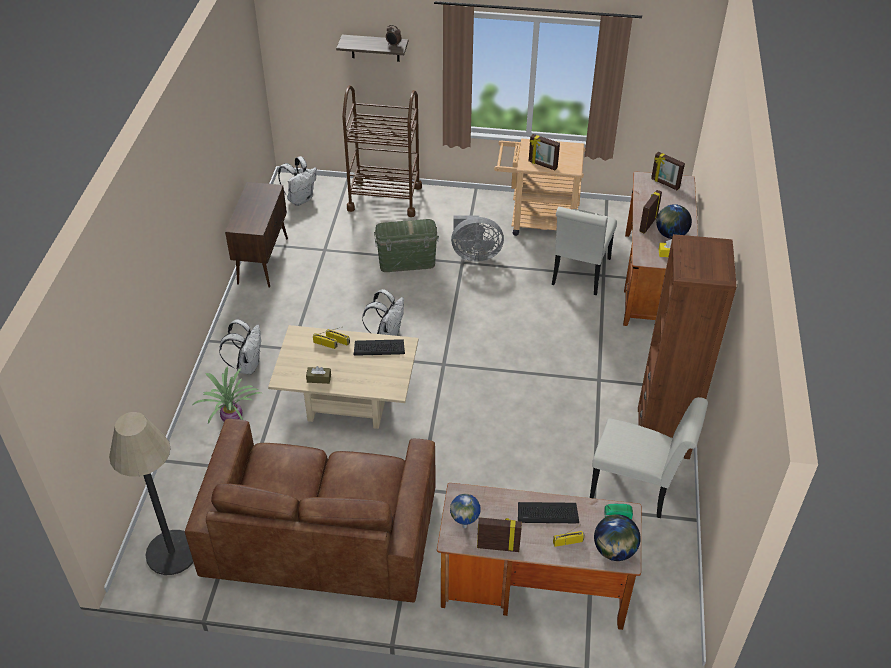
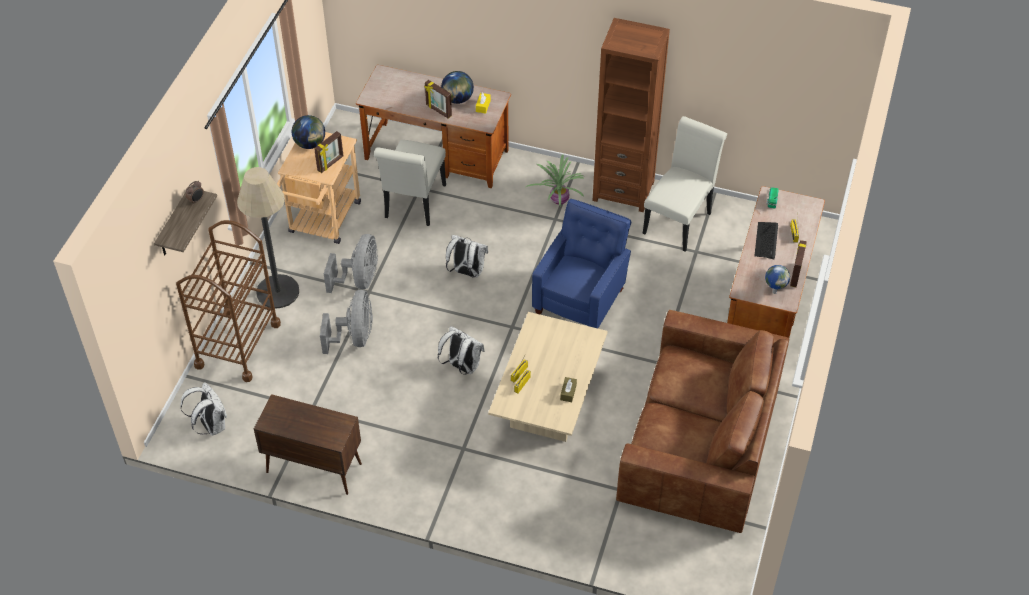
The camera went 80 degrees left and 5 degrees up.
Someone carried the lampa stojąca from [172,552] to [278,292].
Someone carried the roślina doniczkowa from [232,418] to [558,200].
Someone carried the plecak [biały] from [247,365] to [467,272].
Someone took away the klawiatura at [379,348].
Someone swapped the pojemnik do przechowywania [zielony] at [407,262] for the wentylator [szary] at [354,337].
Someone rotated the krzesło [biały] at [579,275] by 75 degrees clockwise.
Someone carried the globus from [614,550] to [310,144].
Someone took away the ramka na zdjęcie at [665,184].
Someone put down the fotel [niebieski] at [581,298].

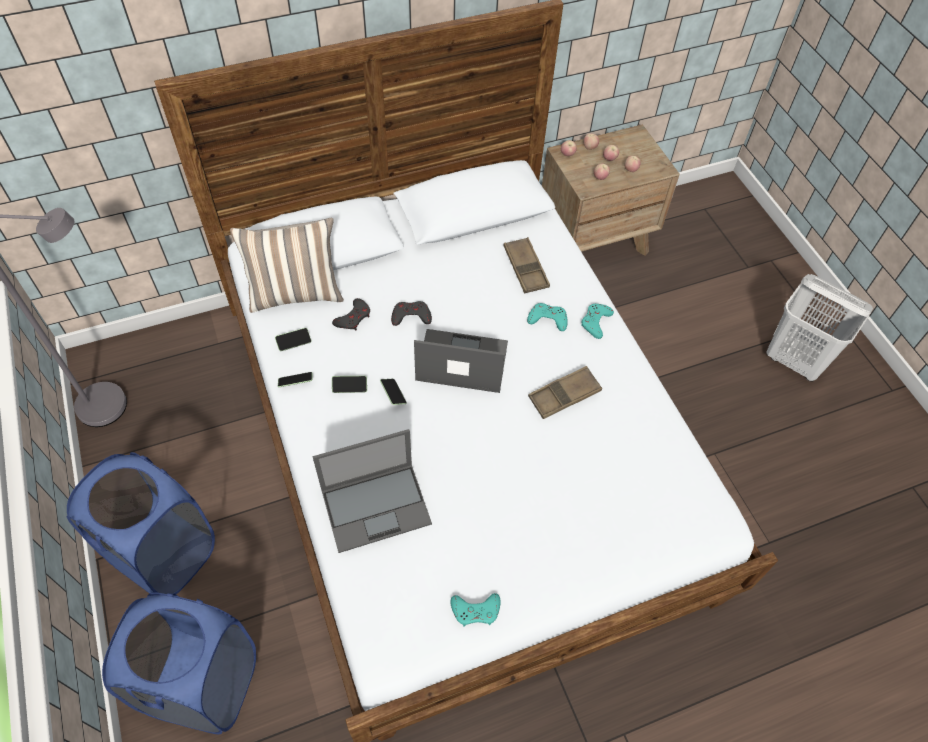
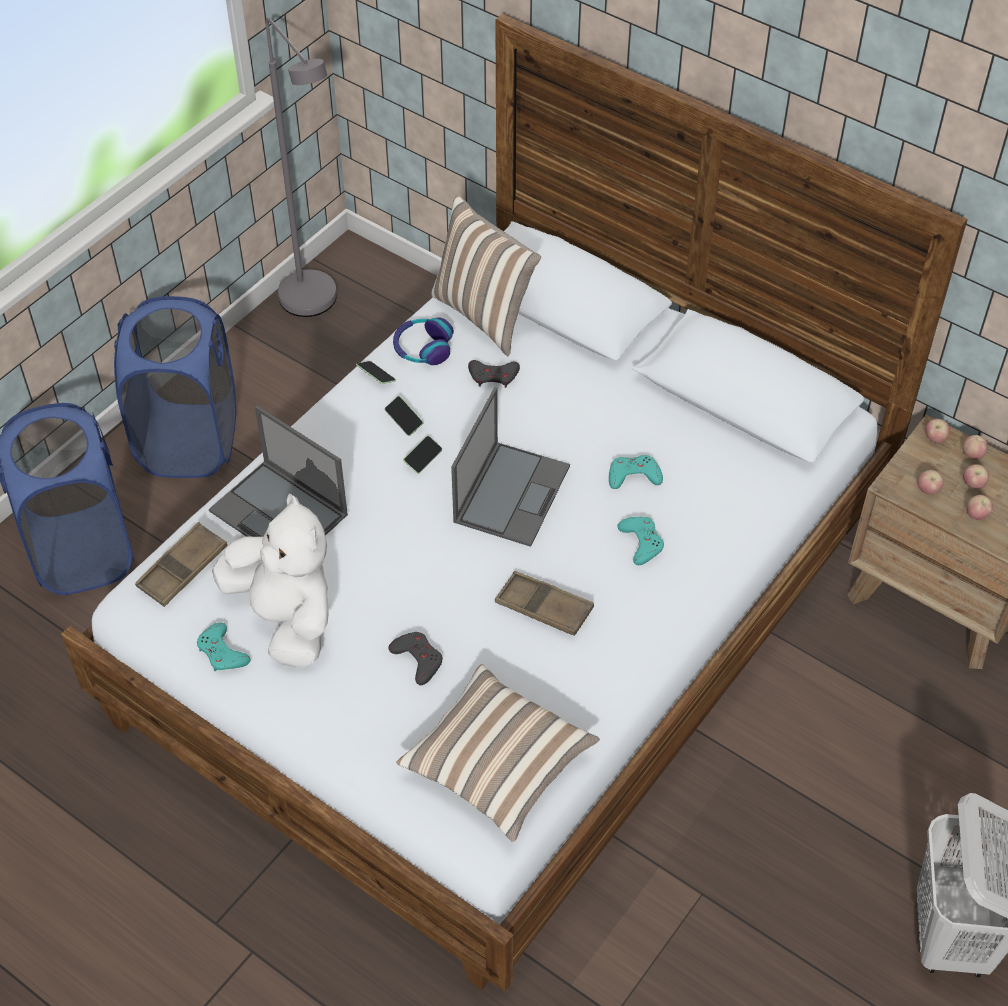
The camera went 60 degrees right and 5 degrees down.
Someone swapped the telefon at [294,342] for the słuchawki at [423,348].
Someone carried the pad do gier [szary] from [411,316] to [418,659].
Someone rotated the laptop at [460,361] by 45 degrees clockwise.
Someone carried the taca [brązowy] from [525,268] to [182,569].
Someone carried the pad do gier [turkusowy] from [595,322] to [633,476].
Someone put down the pluszak [biały] at [286,618].
Someone put down the poduszka at [497,766].

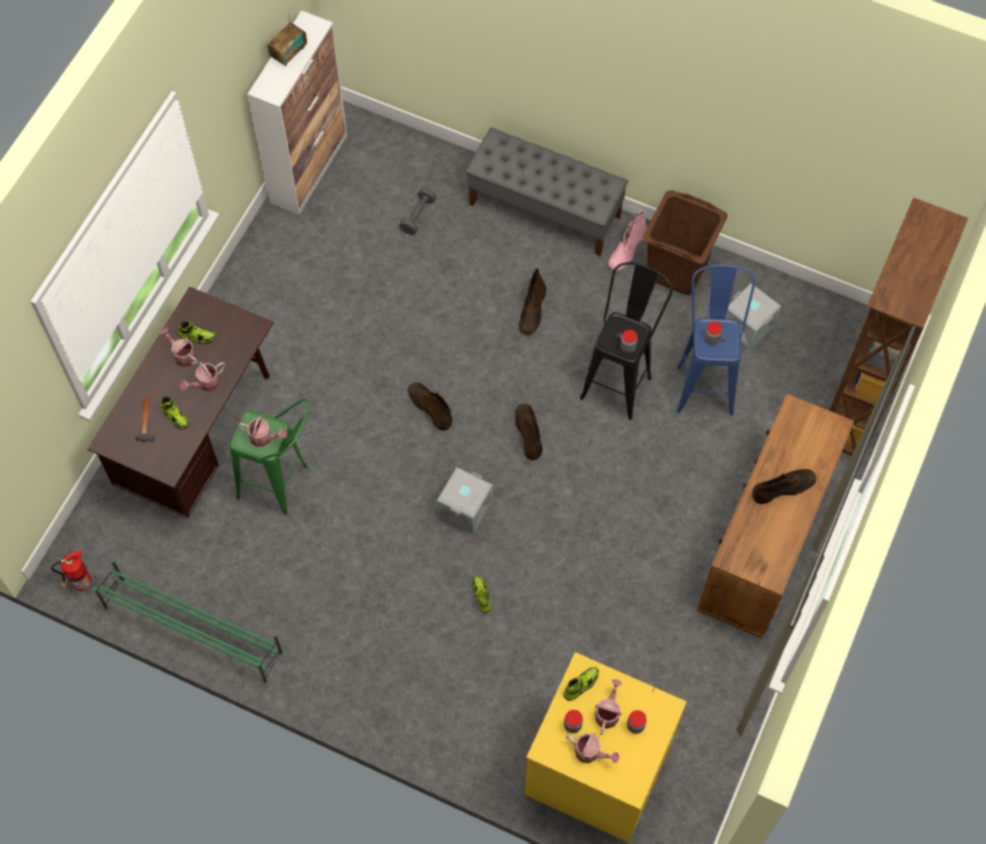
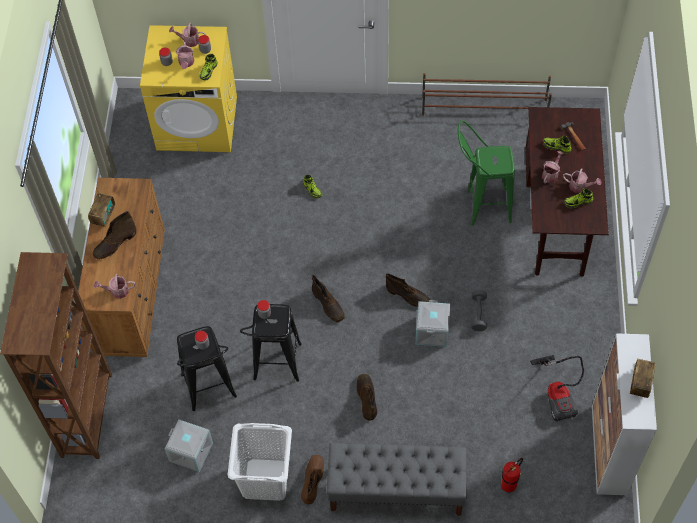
The camera went 160 degrees right and 5 degrees down.
Someone carried the gaśnica from [80,583] to [509,484].
Someone repainted the regał na buty [zielony] at [192,629], which became the regał na buty [brązowy] at [485,107].
Someone carried the konewka from [264,438] to [117,291].
Someone carried the hantel [szary] from [418,216] to [478,314].
Someone carried the pojemnik do przechowywania [szary] from [464,508] to [432,331].
Someone repainted the but z cholewką [różowy] at [627,251], which became the but z cholewką [brązowy] at [312,480].
Someone repainted the kosz na pranie [brązowy] at [677,269], which became the kosz na pranie [biały] at [265,480].
Someone repainted the stołek [niebieski] at [705,380], which became the stołek [czarny] at [211,394].
Someone put down the radio at [103,216].
Someone put down the odkurzacz at [558,394].

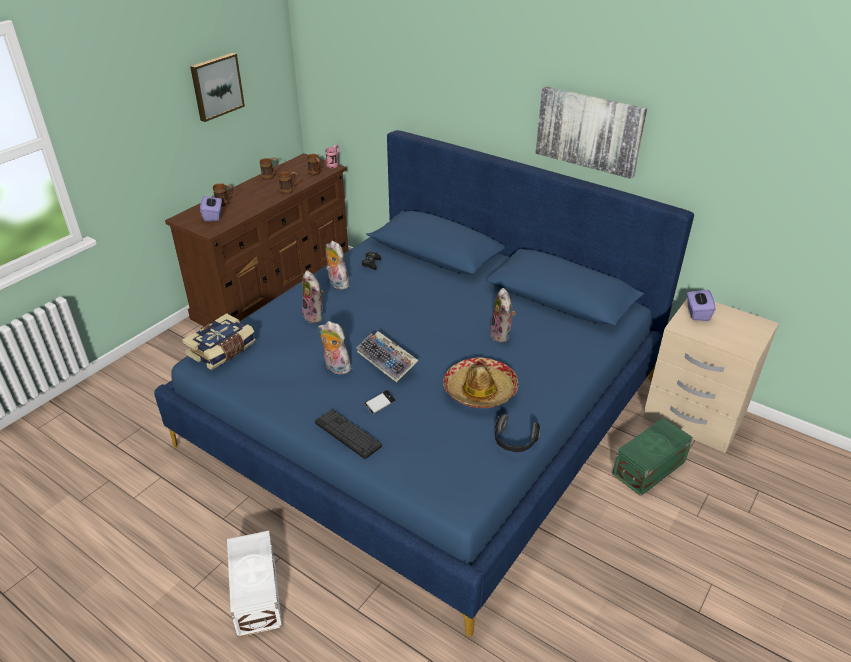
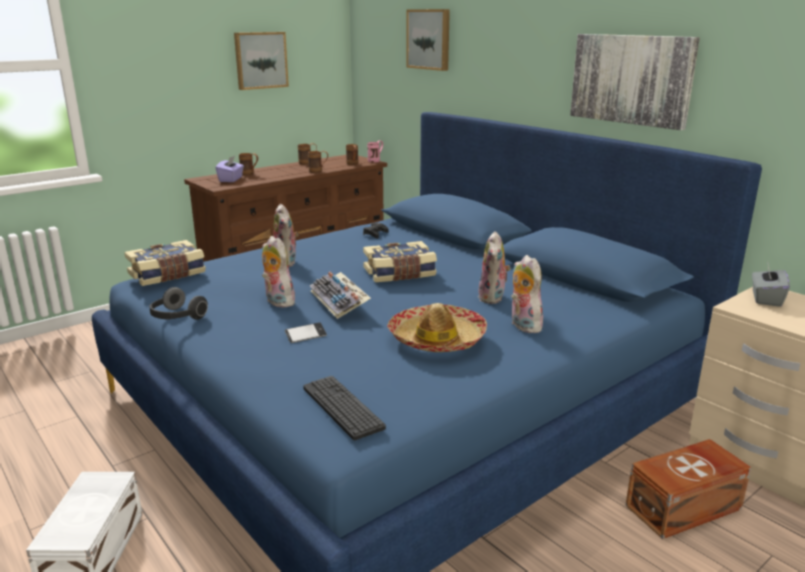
The camera went 15 degrees right and 15 degrees down.
Someone carried the klawiatura from [347,434] to [342,407].
Someone carried the pluszak from [337,283] to [522,325].
Someone carried the słuchawki from [514,442] to [177,317].
Someone repainted the pojemnik do przechowywania [zielony] at [650,468], which became the pojemnik do przechowywania [brązowy] at [685,508].
Someone repainted the pudełko chusteczek [fioletowy] at [697,313], which became the pudełko chusteczek [szary] at [765,298].
Someone put down the książka at [400,274].
Someone put up the obraz at [429,39].

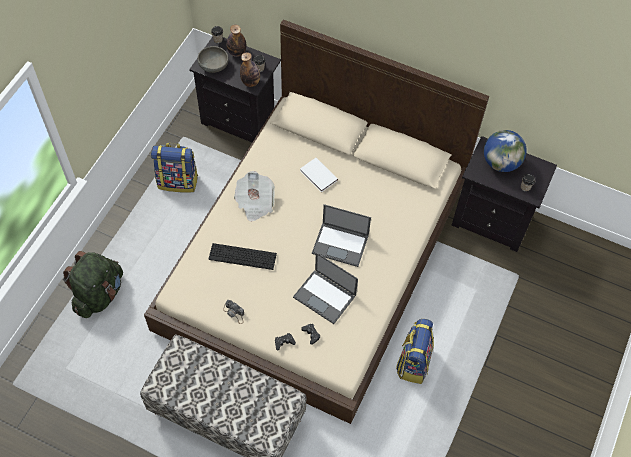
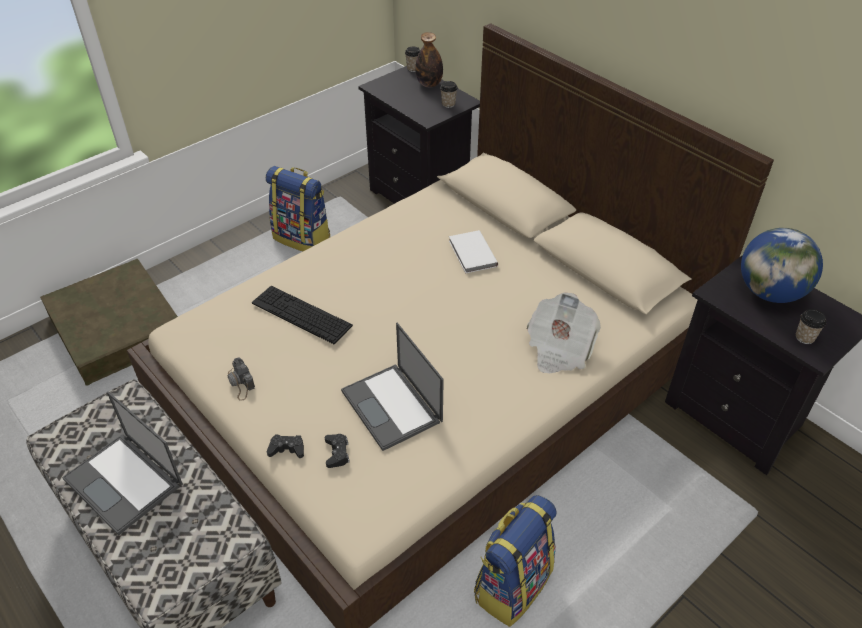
The camera went 25 degrees right and 15 degrees down.
Someone swapped the plecak [zielony] at [99,294] for the pojemnik do przechowywania [brązowy] at [117,329].
Someone took away the miska [szary] at [213,65].
Someone carried the gazeta from [255,203] to [559,348].
Someone took away the butelka at [250,82].
Someone carried the laptop from [341,244] to [124,482].

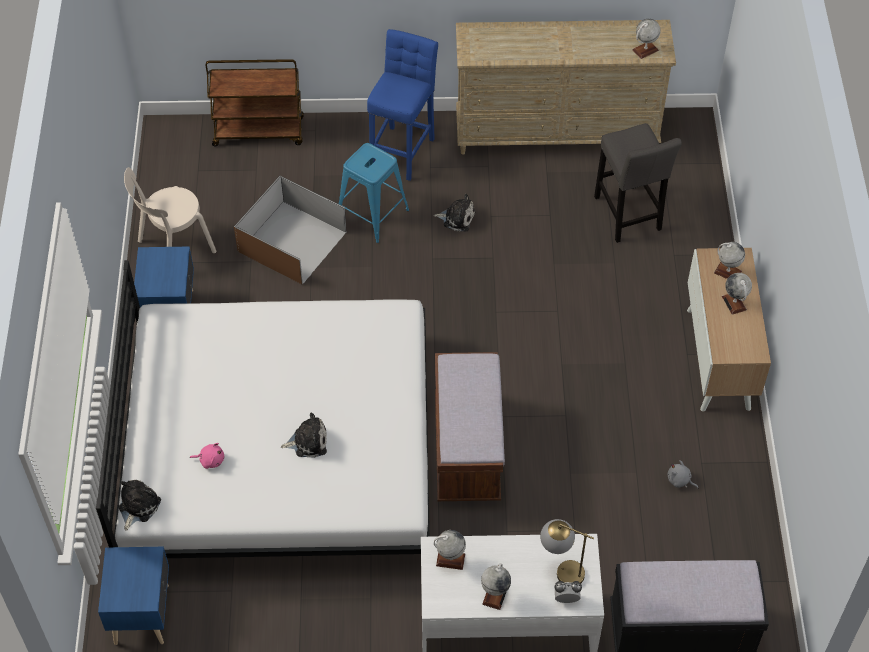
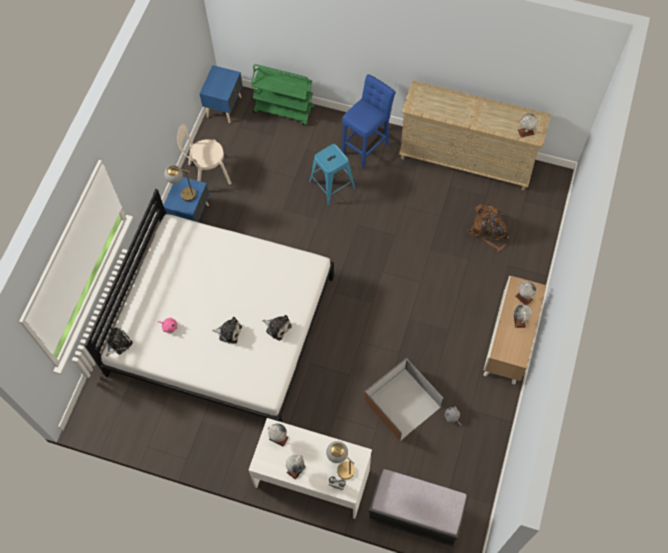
The camera went 20 degrees right and 10 degrees up.
Someone carried the szafka nocna [niebieski] from [143,613] to [225,106].
Someone repainted the wózek [brązowy] at [259,131], which became the wózek [zielony] at [284,110].
Someone carried the pojemnik do przechowywania [brązowy] from [291,242] to [401,404].
Someone carried the pluszak from [457,218] to [277,327].
Someone took away the ławka [brązowy] at [466,449].
Someone swapped the stołek [szary] at [628,216] for the plecak [brązowy] at [489,231].
Someone put down the lampa stołowa at [183,193].

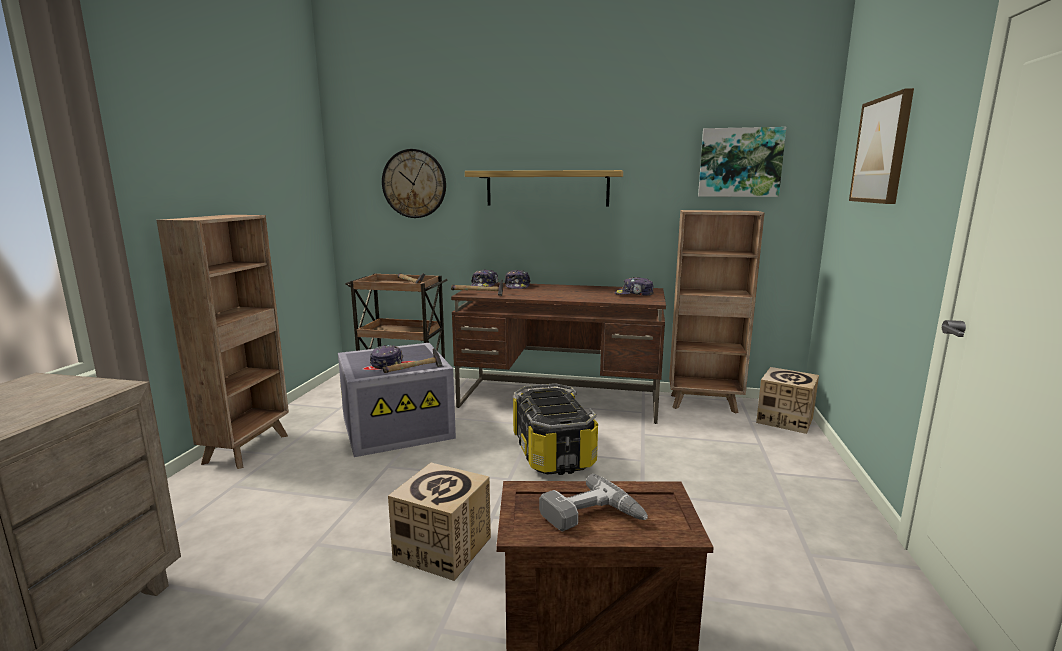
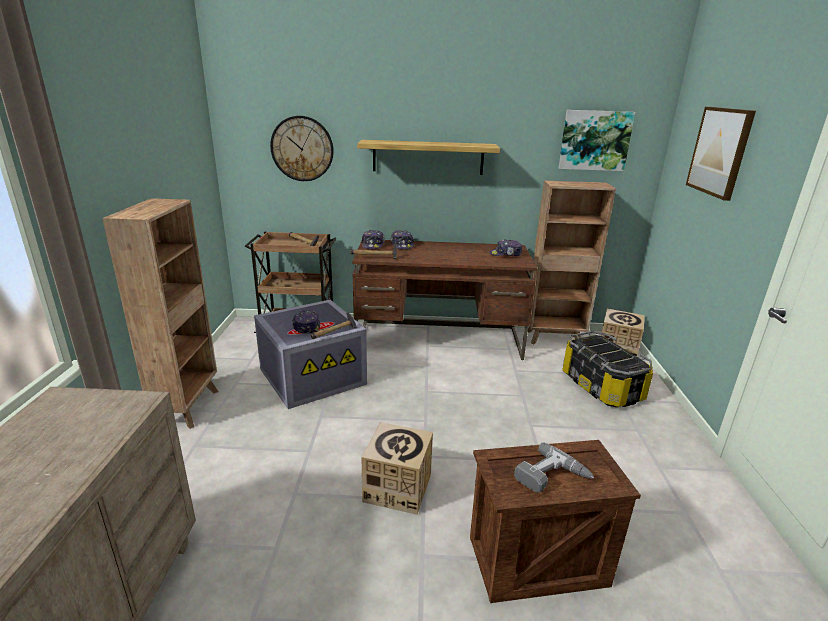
The camera went 10 degrees left and 10 degrees up.
Someone carried the pojemnik do przechowywania from [553,452] to [602,386].

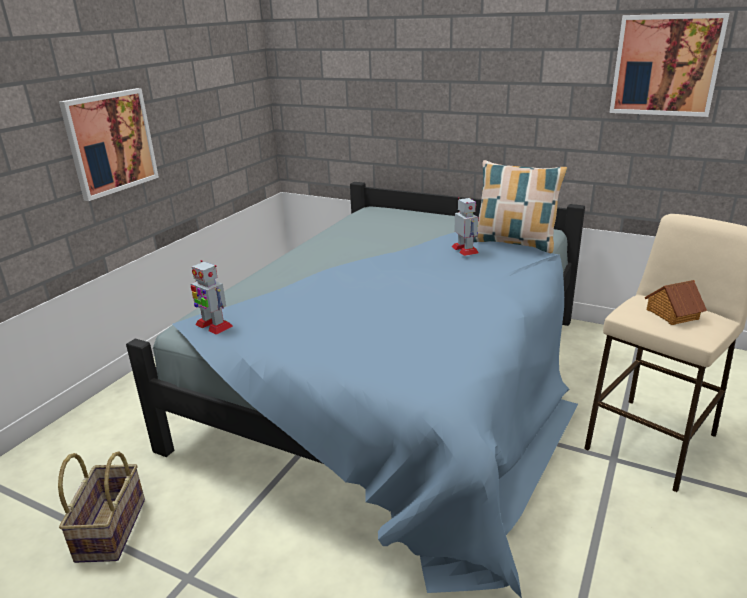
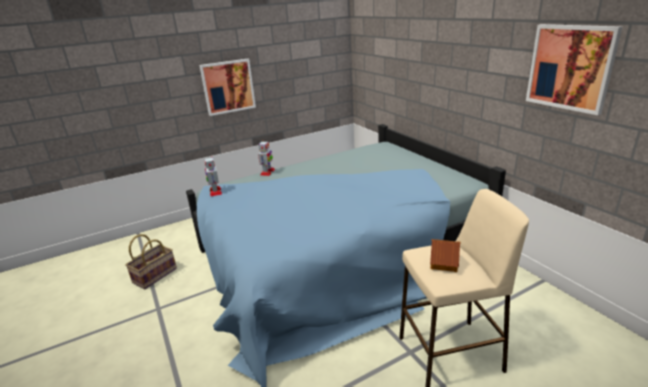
The camera went 35 degrees right and 0 degrees up.
Someone carried the robot zabawkowy from [465,250] to [267,172].
Someone took away the poduszka at [514,243].

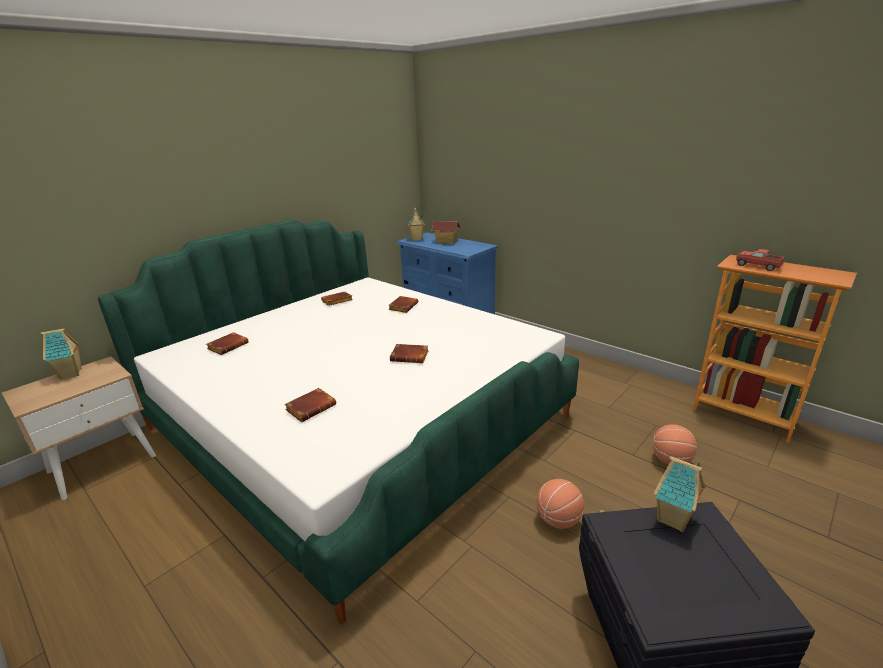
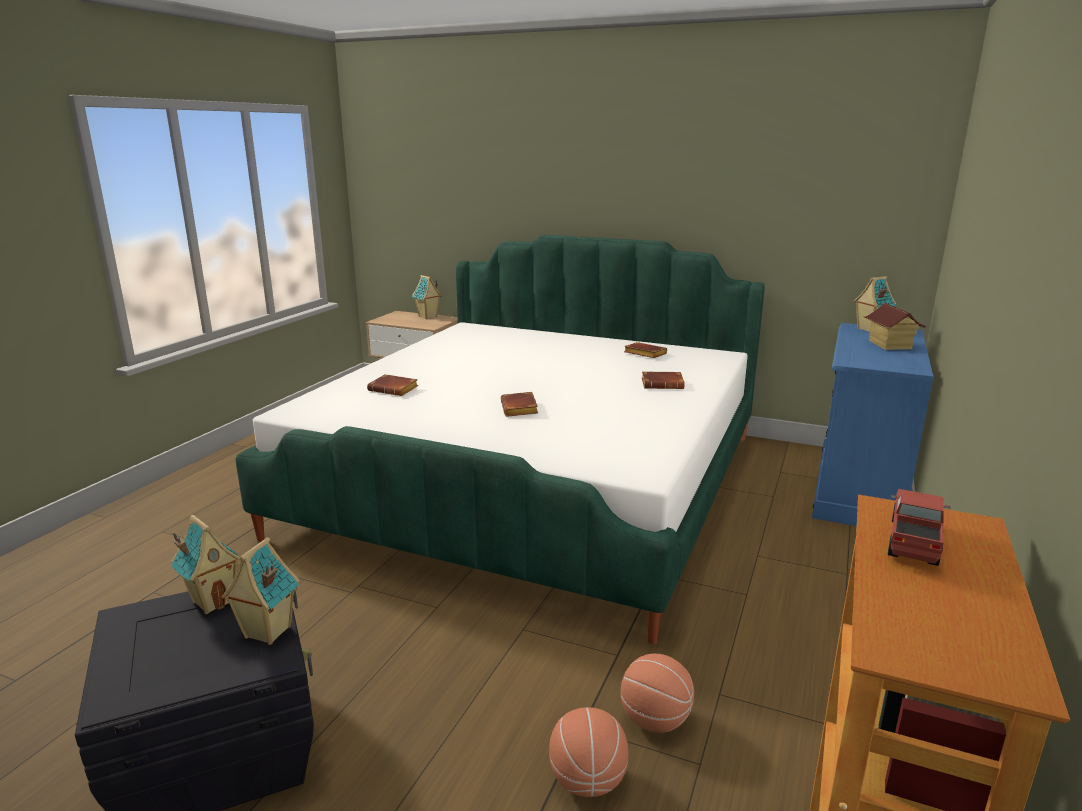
The camera went 70 degrees right and 5 degrees down.
Someone took away the książka [brązowy] at [228,346].
Someone carried the piłka do koszykówki from [558,520] to [655,720].
Someone put down the domek at [214,601].

